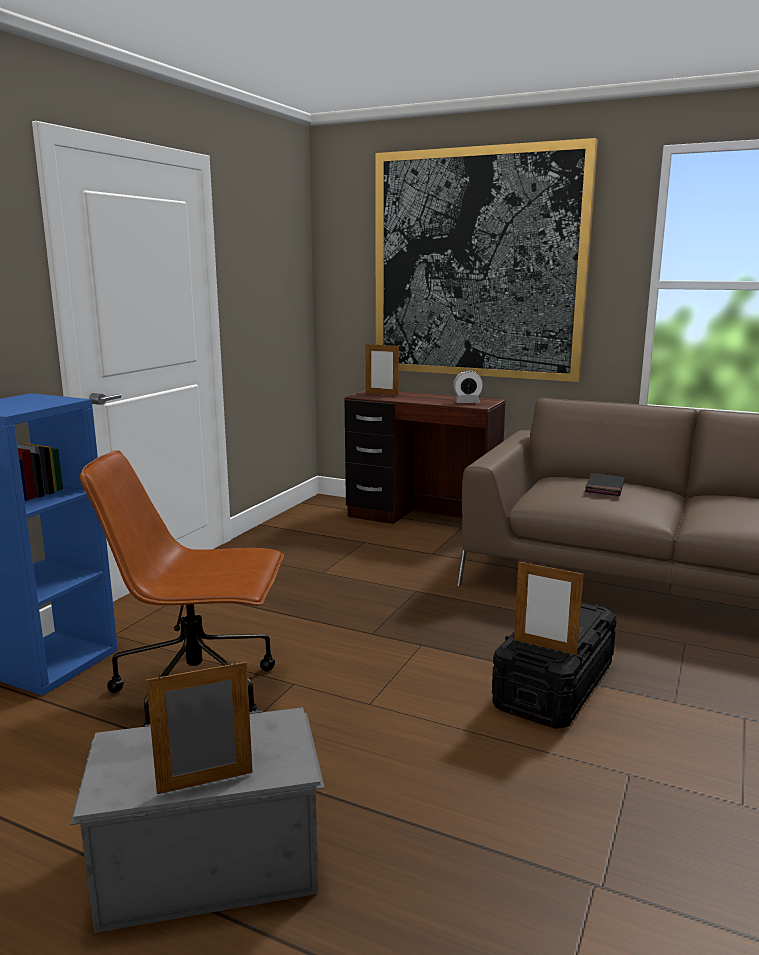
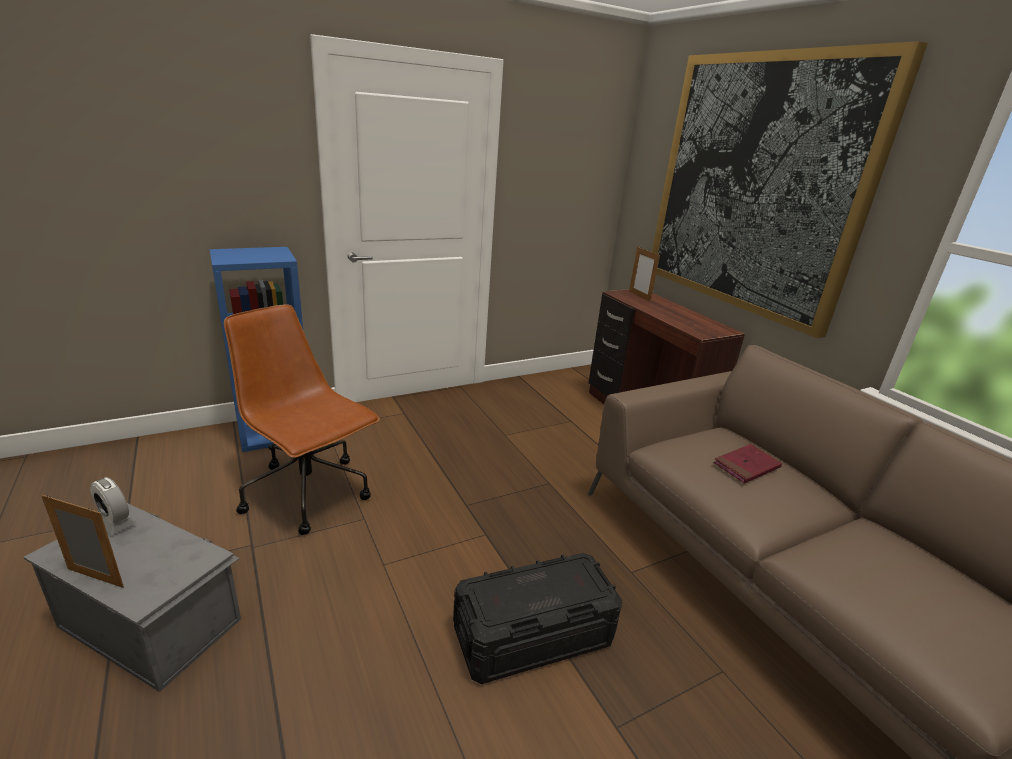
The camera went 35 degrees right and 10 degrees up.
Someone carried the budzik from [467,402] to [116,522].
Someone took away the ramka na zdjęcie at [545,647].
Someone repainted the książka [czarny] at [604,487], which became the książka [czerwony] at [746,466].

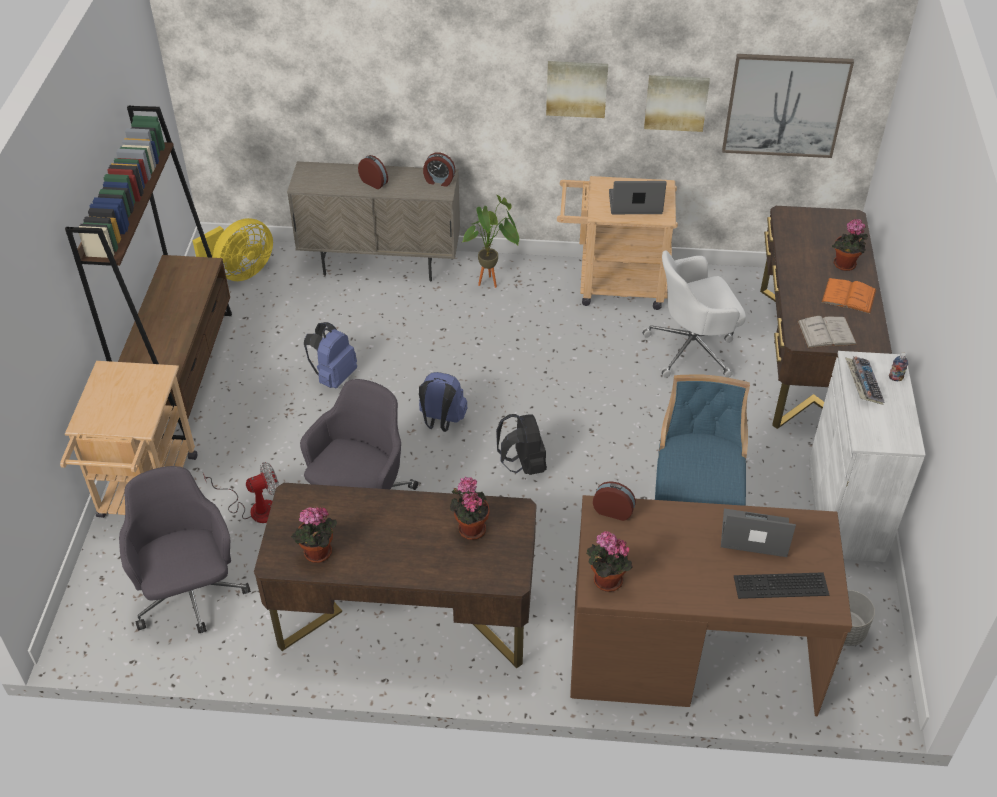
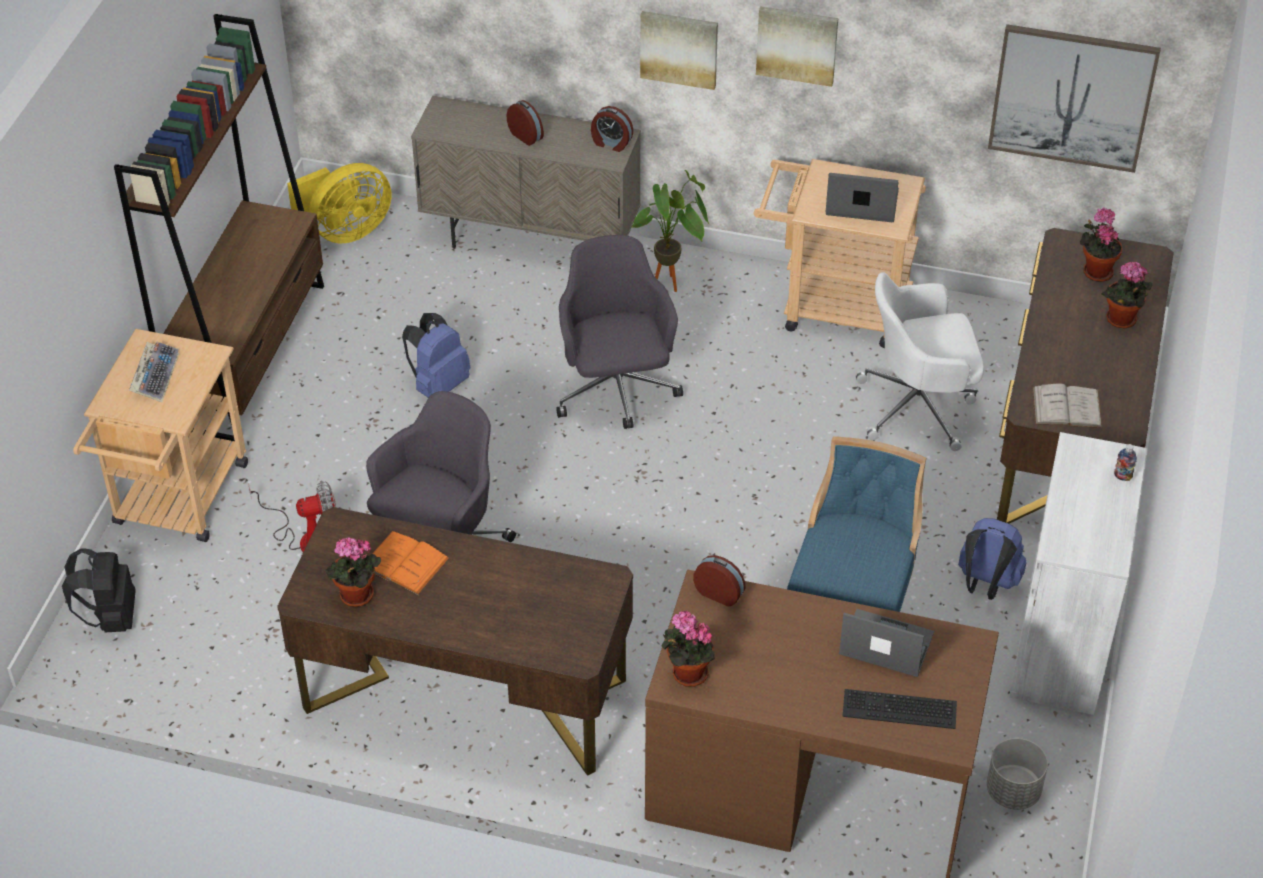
The camera went 10 degrees right and 0 degrees up.
Someone carried the krzesło biurowe [szary] from [191,594] to [616,390].
Someone carried the plecak [niebieski] from [441,421] to [986,584].
Someone carried the roślina doniczkowa from [470,528] to [1095,271].
Someone carried the plecak [czarny] from [523,464] to [110,617].
Someone carried the obraz from [676,102] to [679,48].
Someone carried the książka [pomarańczowy] from [848,296] to [405,563].
Someone carried the klawiatura from [862,384] to [155,375].

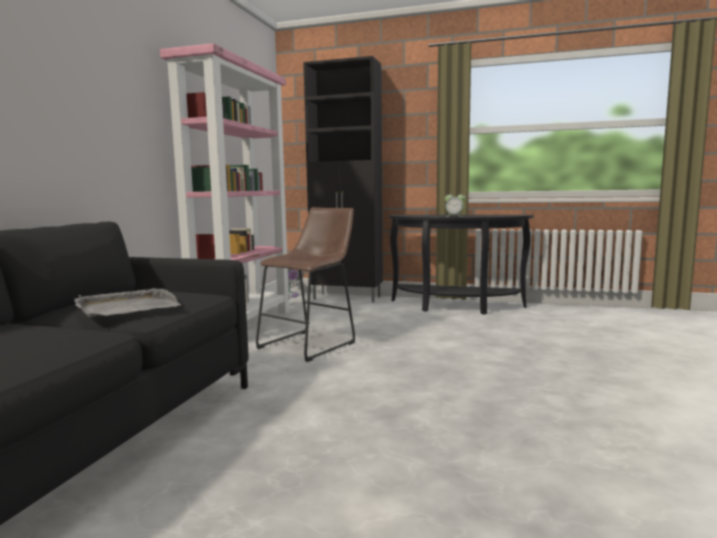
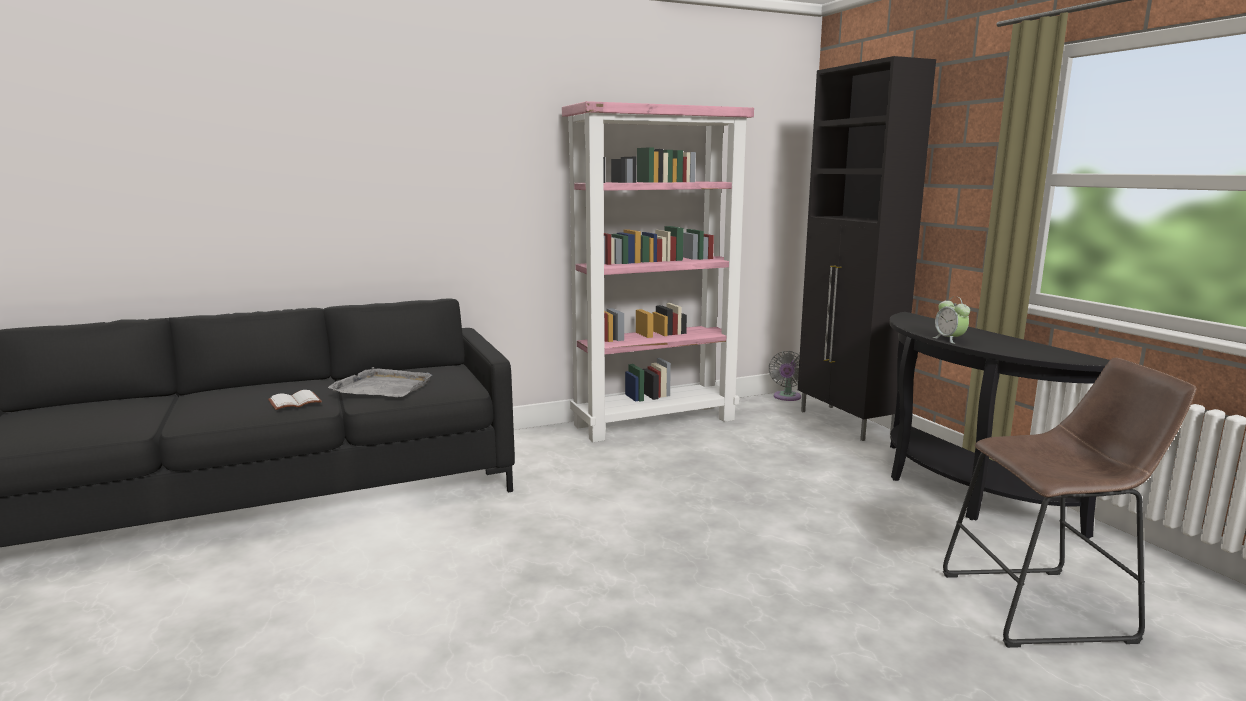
The camera went 50 degrees right and 5 degrees up.
Someone carried the stołek [brązowy] from [311,344] to [1045,607].
Someone put down the książka [biały] at [294,403].

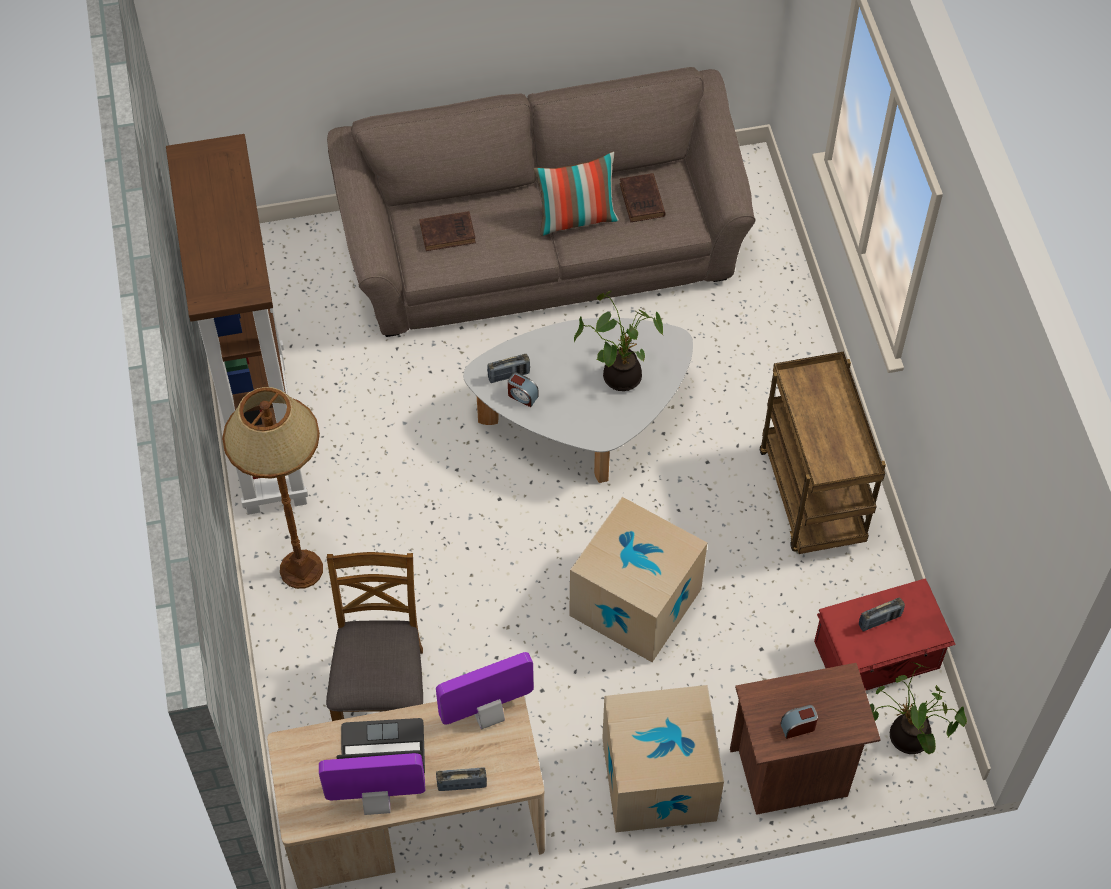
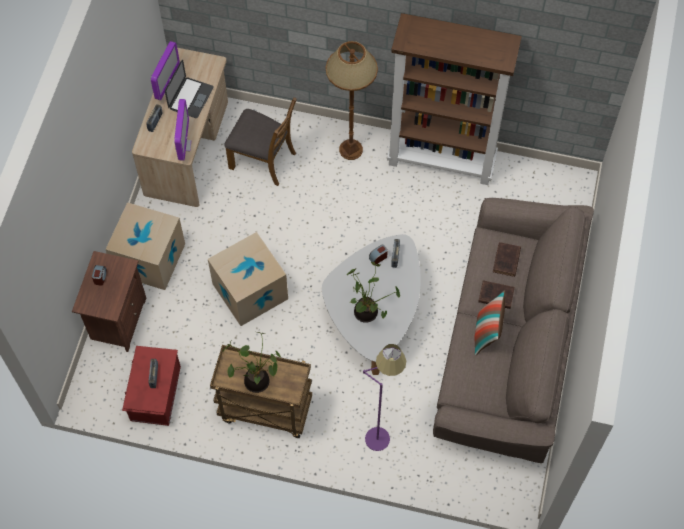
The camera went 115 degrees right and 5 degrees up.
Someone carried the książka [brązowy] from [642,201] to [495,295].
Someone carried the roślina doniczkowa from [906,738] to [256,379].
Someone put down the lampa stojąca [fioletowy] at [381,428].

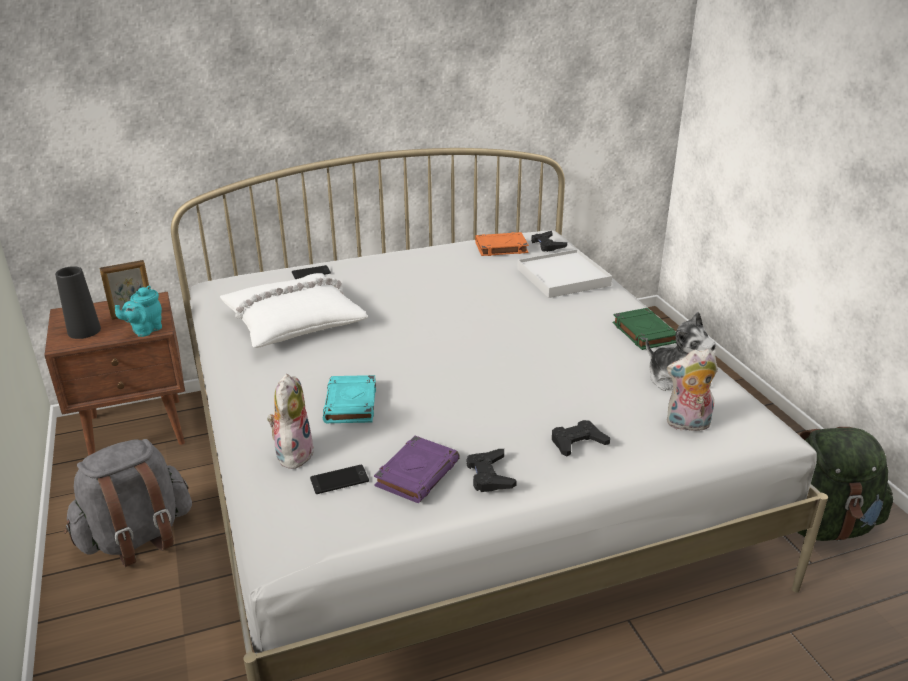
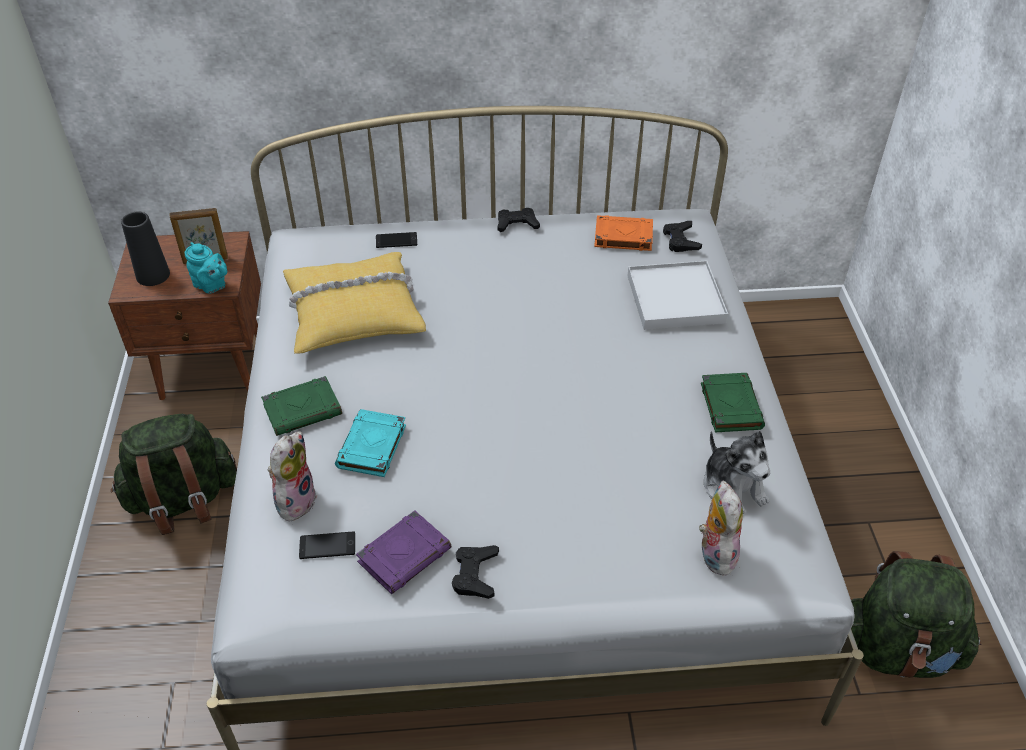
The camera went 15 degrees right and 15 degrees up.
Someone repainted the plecak [szary] at [137,537], which became the plecak [zielony] at [183,500].
Someone rotated the imbryk [turkusowy] at [145,330] by 105 degrees counterclockwise.
Someone repainted the poduszka [biały] at [293,320], which became the poduszka [żółty] at [353,312].
Someone carried the pad do gier [czarny] from [577,442] to [517,224].
Someone rotated the pluszak at [687,425] by 75 degrees clockwise.
Someone put down the książka [zielony] at [303,410].

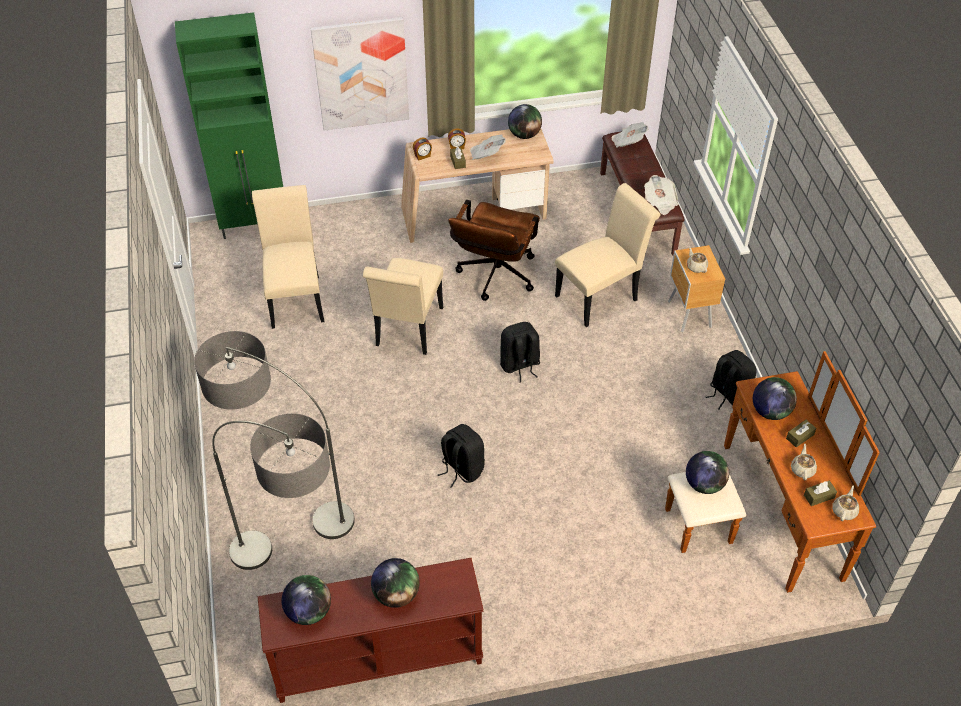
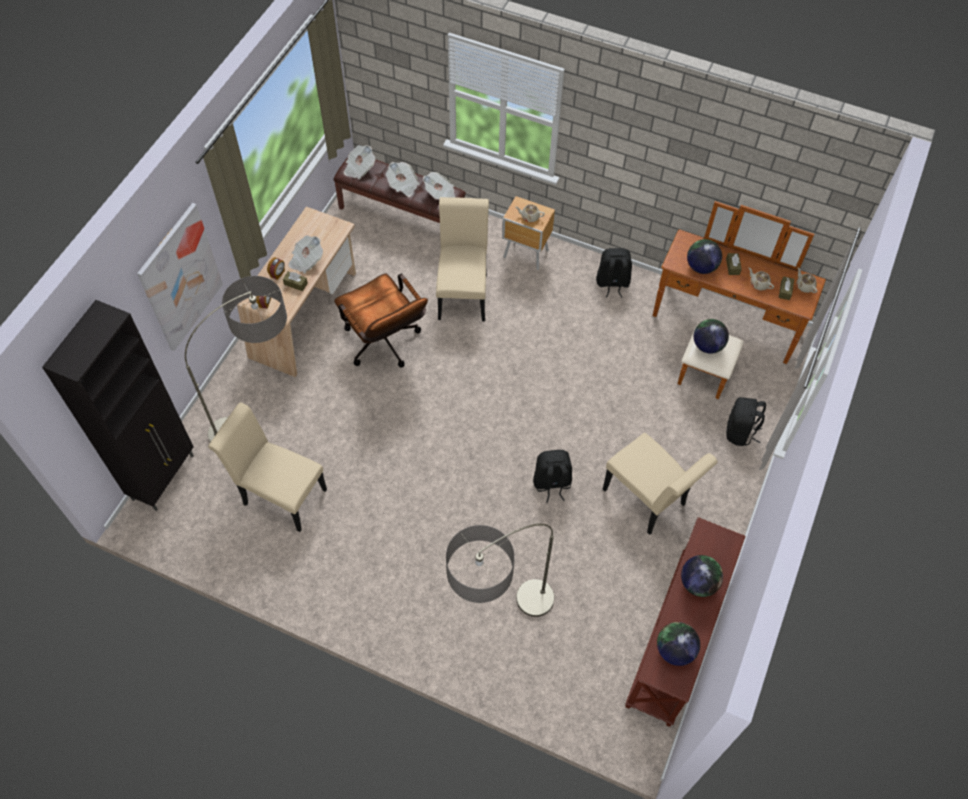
The camera went 55 degrees left and 10 degrees up.
Someone repainted the szafka [zielony] at [256,225], which became the szafka [czarny] at [164,477].
Someone carried the lampa stojąca from [294,571] to [265,417].
Someone carried the krzesło [beżowy] from [408,331] to [648,501].
Someone carried the plecak [czarny] from [519,365] to [740,432].
Someone took away the globus at [524,135].
Someone put down the gazeta at [403,185].

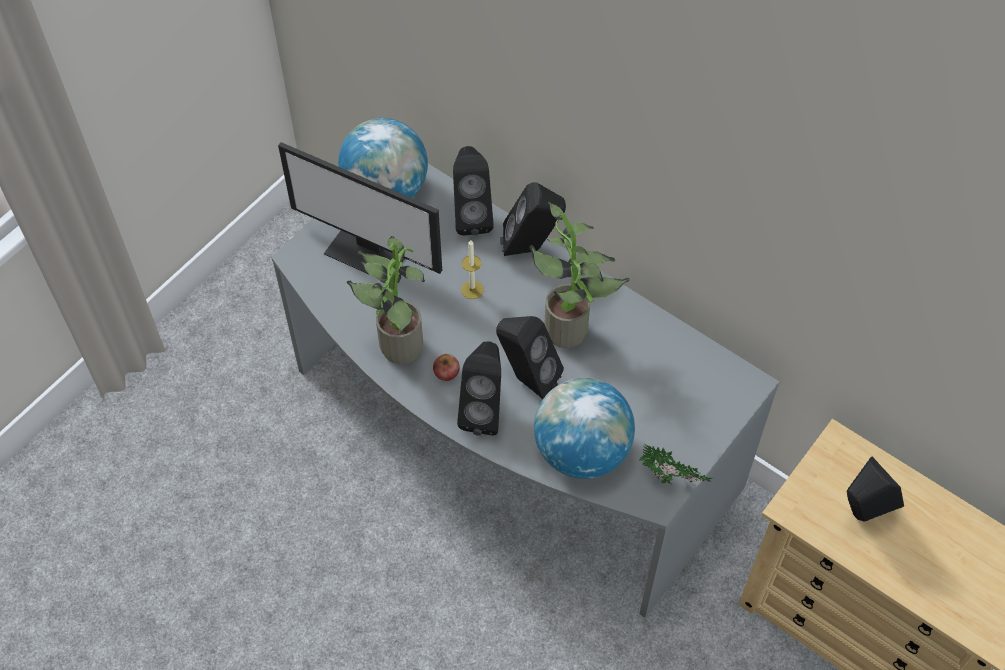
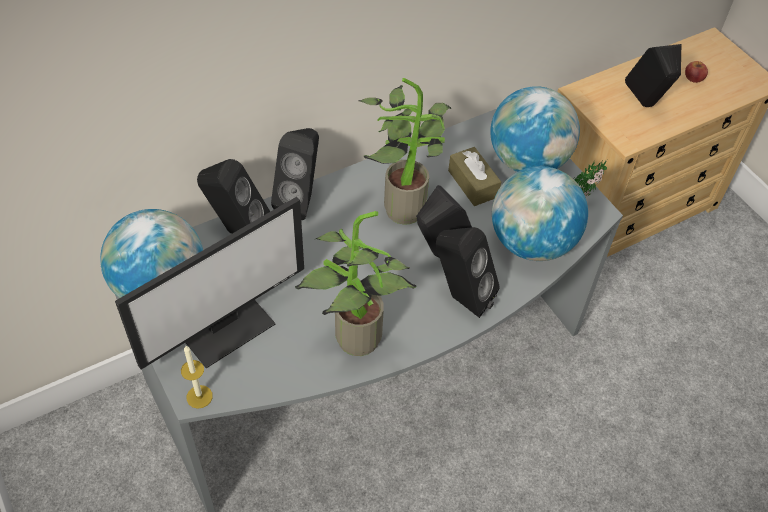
The camera went 70 degrees left and 5 degrees down.
Someone carried the jabłko from [446,372] to [693,77].
Someone carried the świeca from [472,289] to [199,396].
Someone put down the pudełko chusteczek [brązowy] at [473,184].
Someone put down the globus at [527,161].

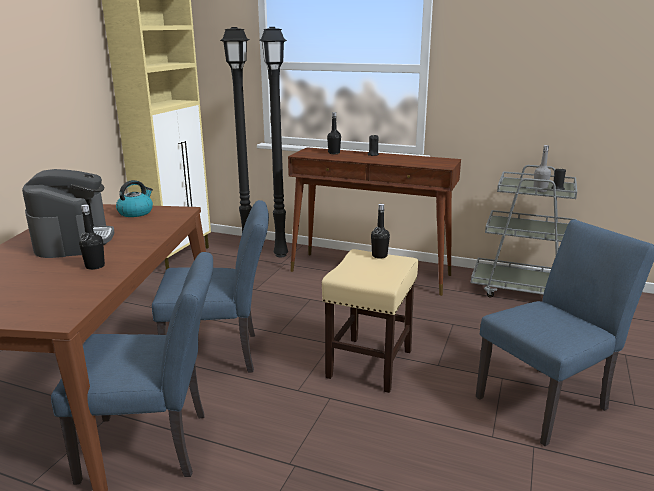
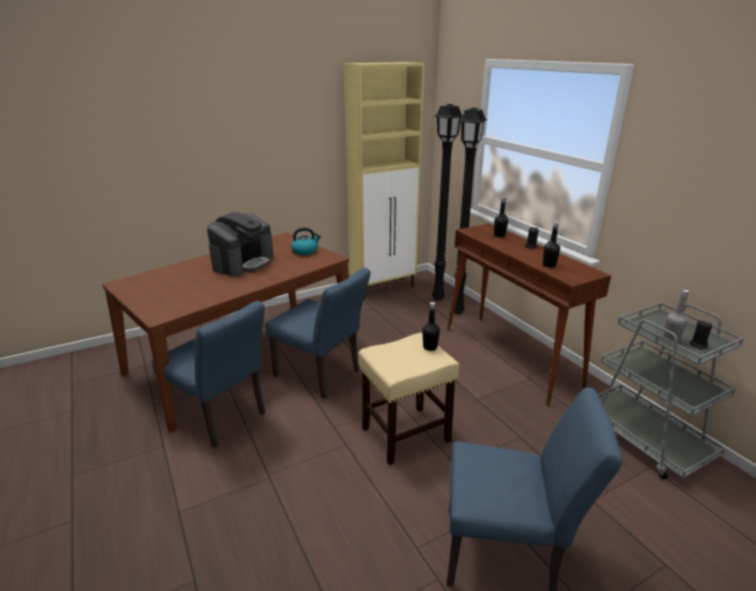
The camera went 40 degrees right and 5 degrees up.
Someone carried the butelka [czarny] from [95,266] to [549,265].

